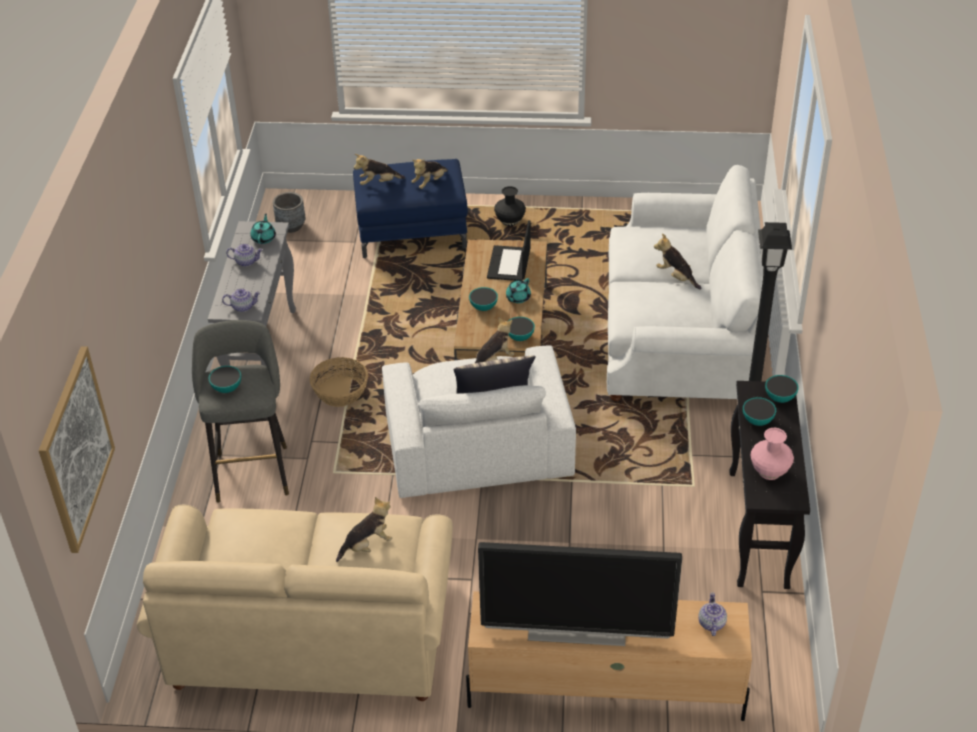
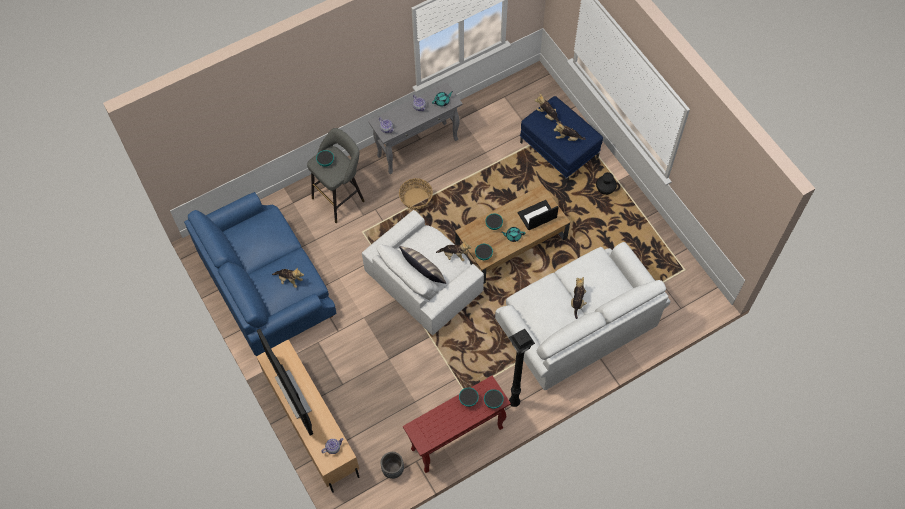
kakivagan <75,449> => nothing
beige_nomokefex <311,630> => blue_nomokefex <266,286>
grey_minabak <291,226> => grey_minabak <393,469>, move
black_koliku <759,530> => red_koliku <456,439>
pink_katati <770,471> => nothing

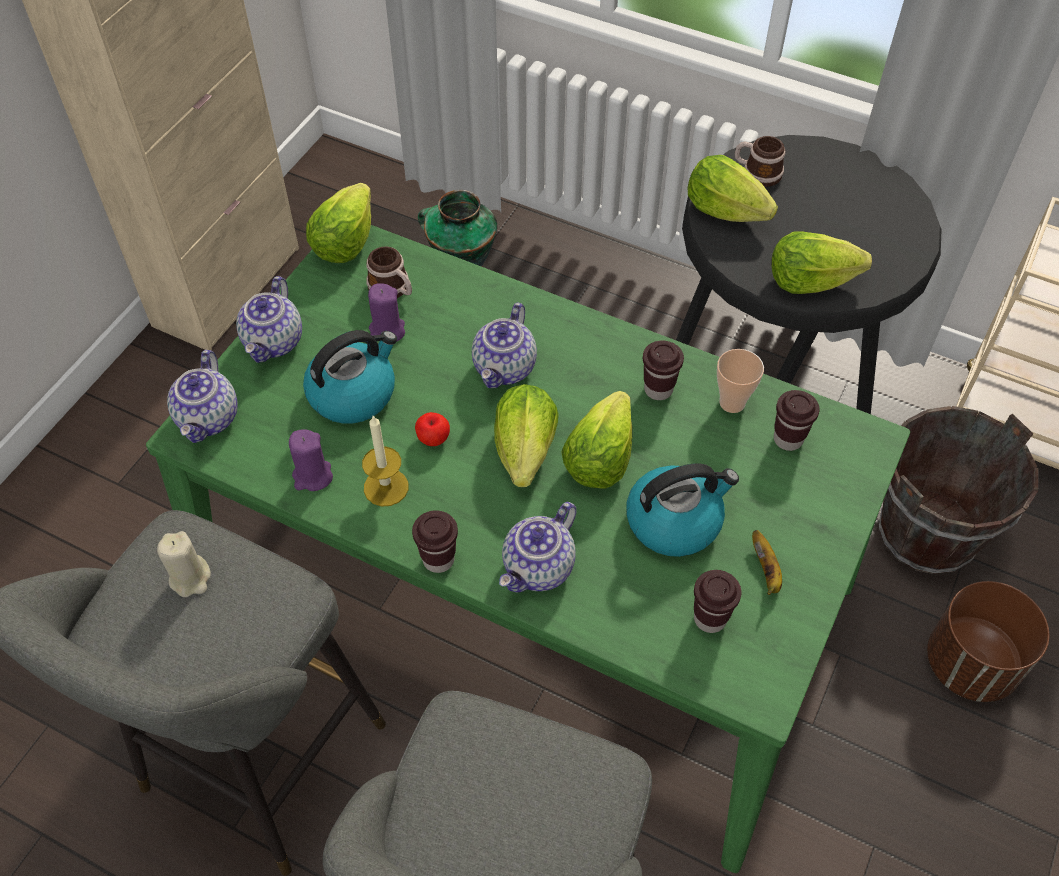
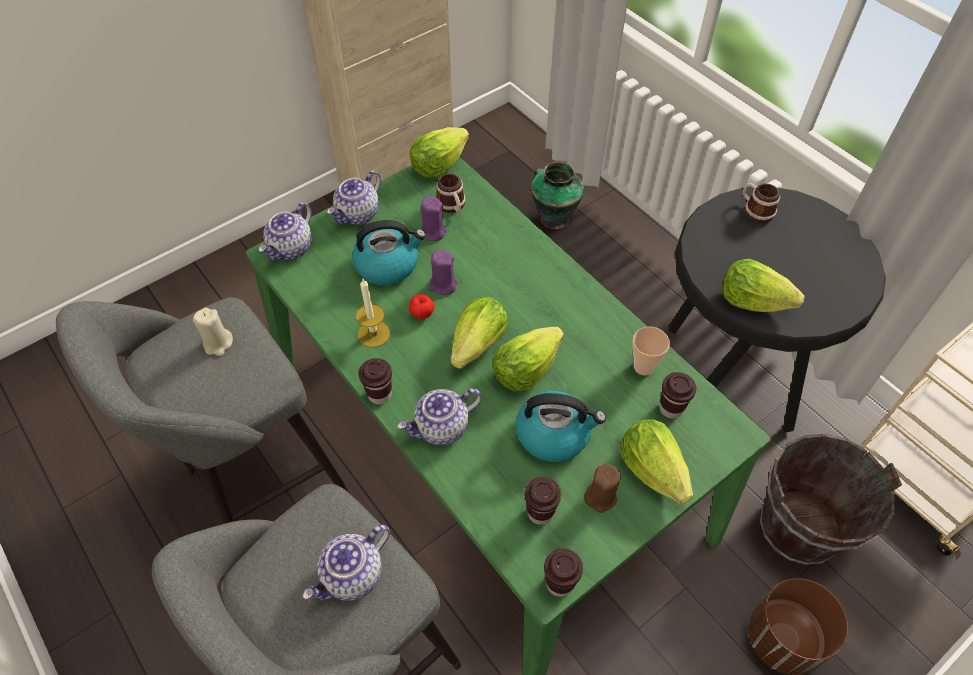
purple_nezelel <312,476> => purple_nezelel <443,285>, move
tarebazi <505,368> => tarebazi <353,576>, move
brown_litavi <658,389> => brown_litavi <559,583>, move
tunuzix <725,210> => tunuzix <652,469>, move
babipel <766,571> => brown_nezelel <600,496>

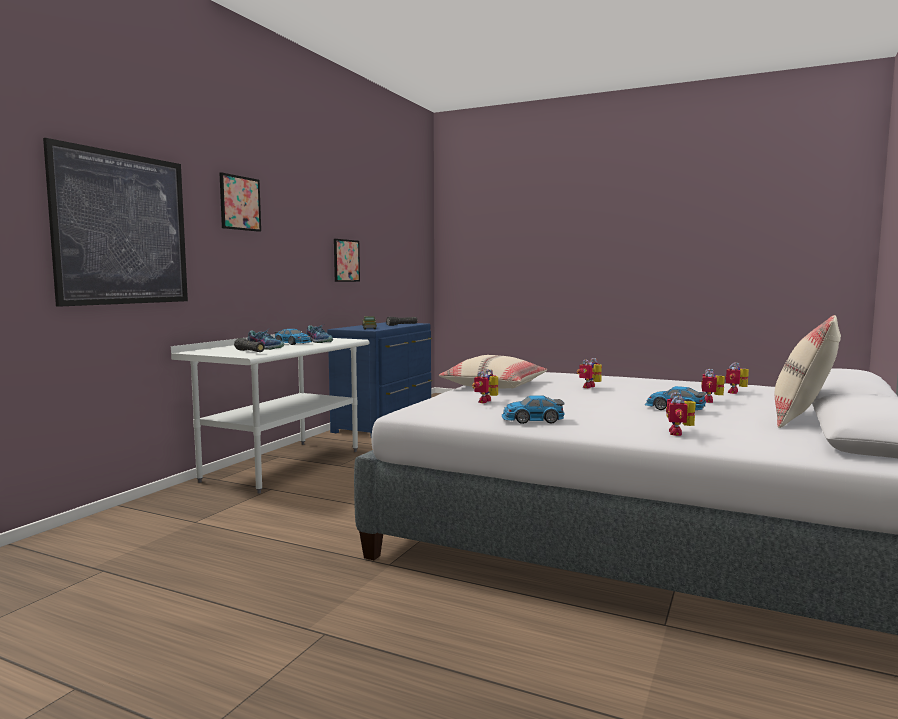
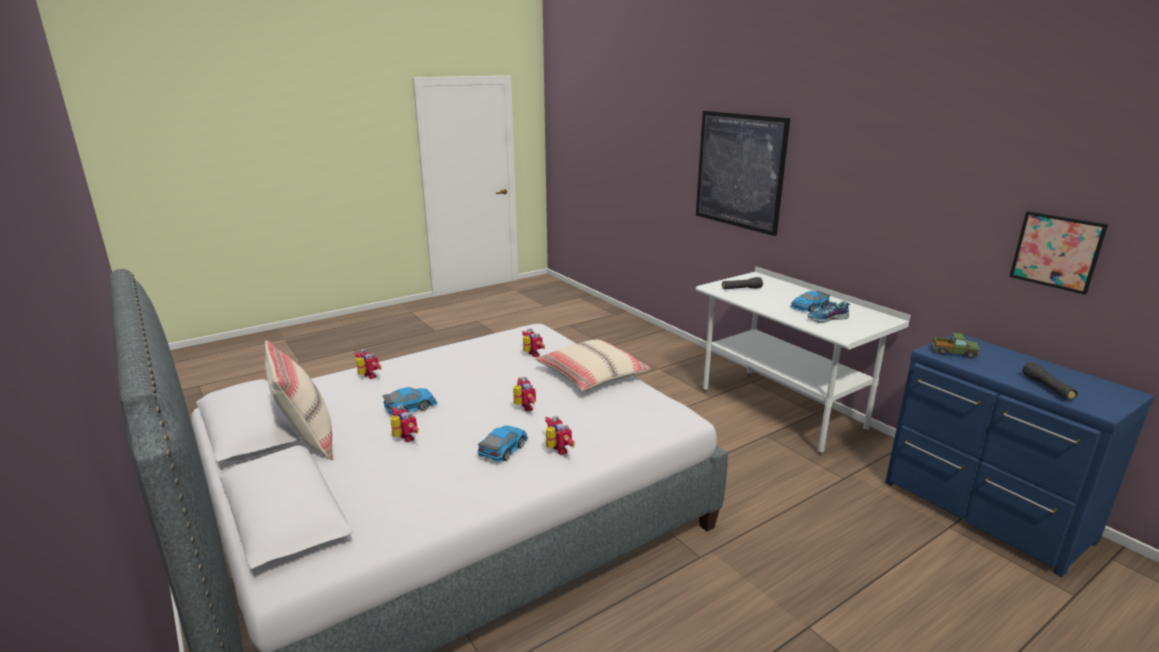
kakivagan <240,203> => nothing
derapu <265,348> => nothing
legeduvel <532,420> => legeduvel <503,449>, move
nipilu <736,392> => nipilu <556,450>, move

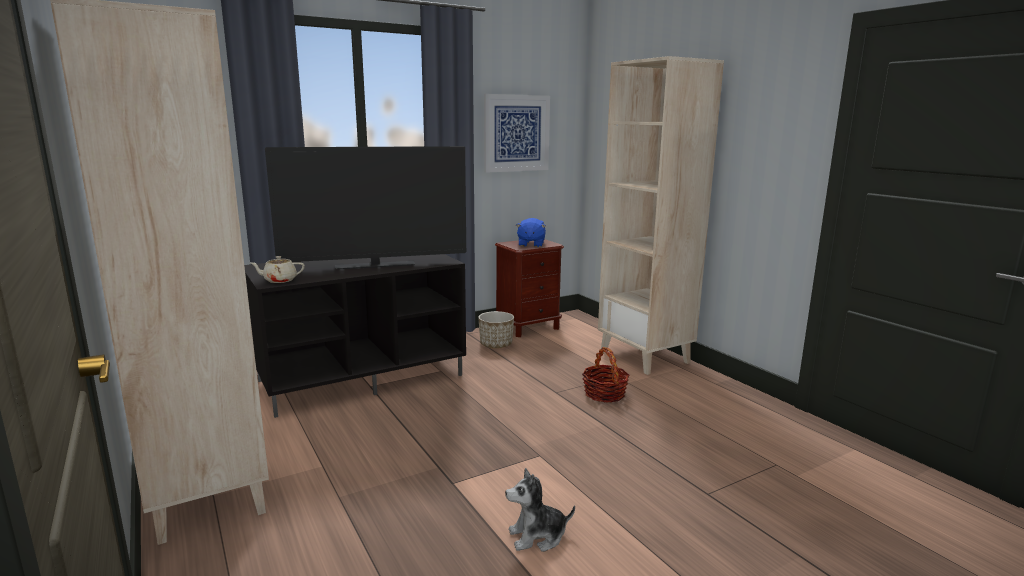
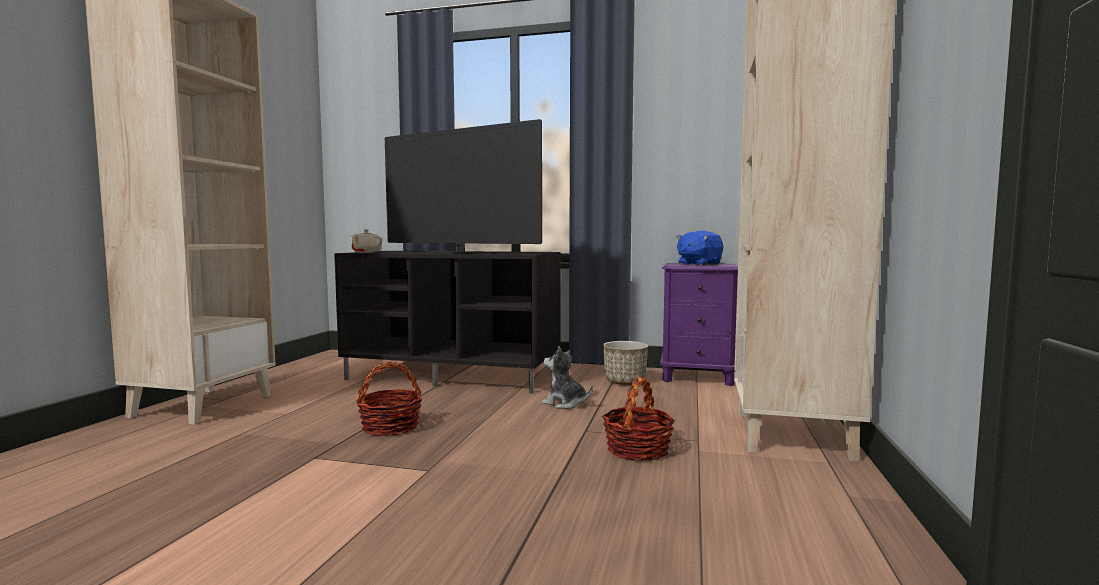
kakivagan <516,133> => nothing
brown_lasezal <529,327> => purple_lasezal <698,377>
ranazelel <537,536> => ranazelel <565,404>, move
nothing => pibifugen <390,427>

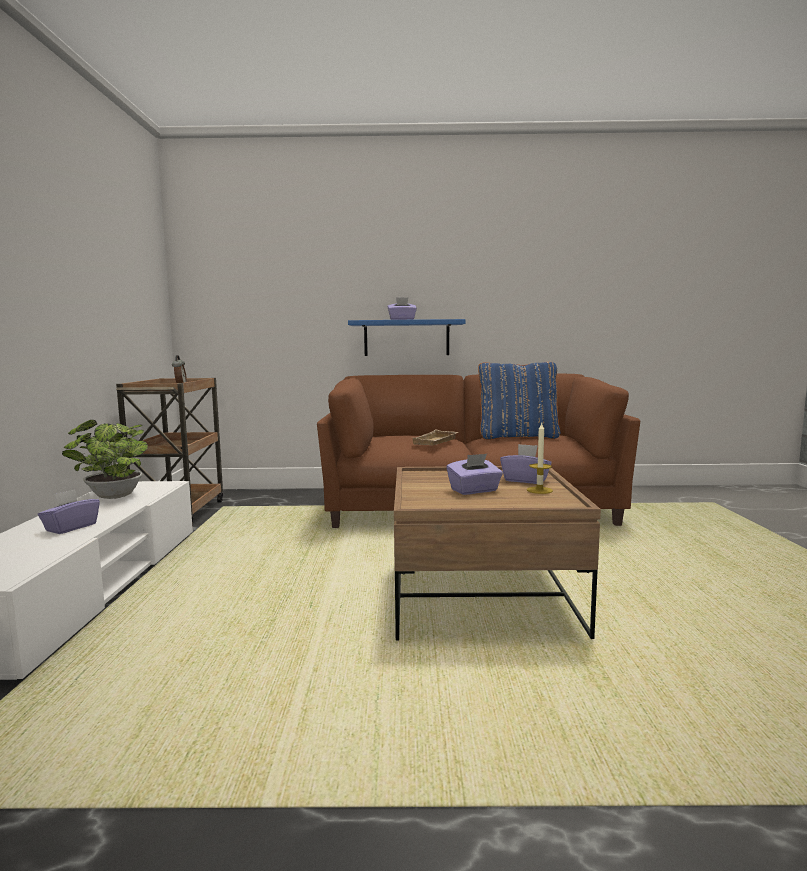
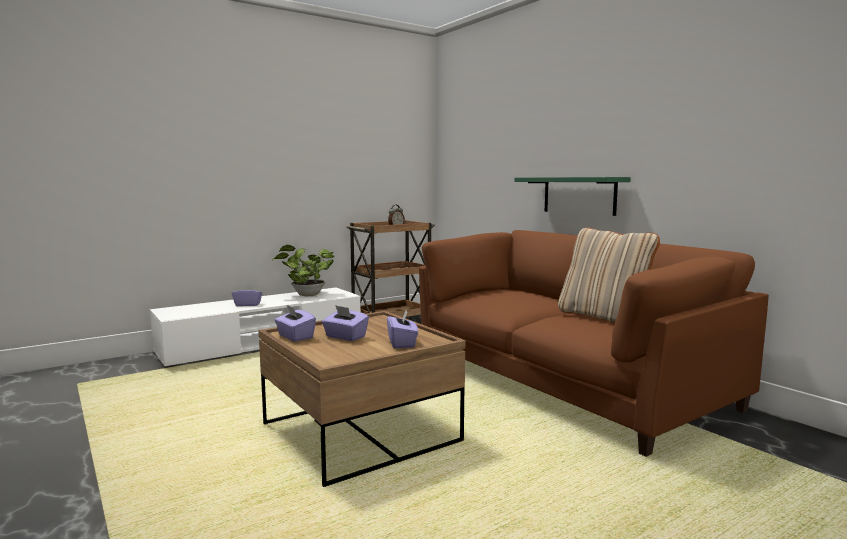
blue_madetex <406,338> => green_madetex <579,195>
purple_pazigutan <402,320> => purple_pazigutan <295,337>, move
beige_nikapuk <436,442> => nothing
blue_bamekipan <518,437> => beige_bamekipan <603,317>
nezelel <539,490> => nothing

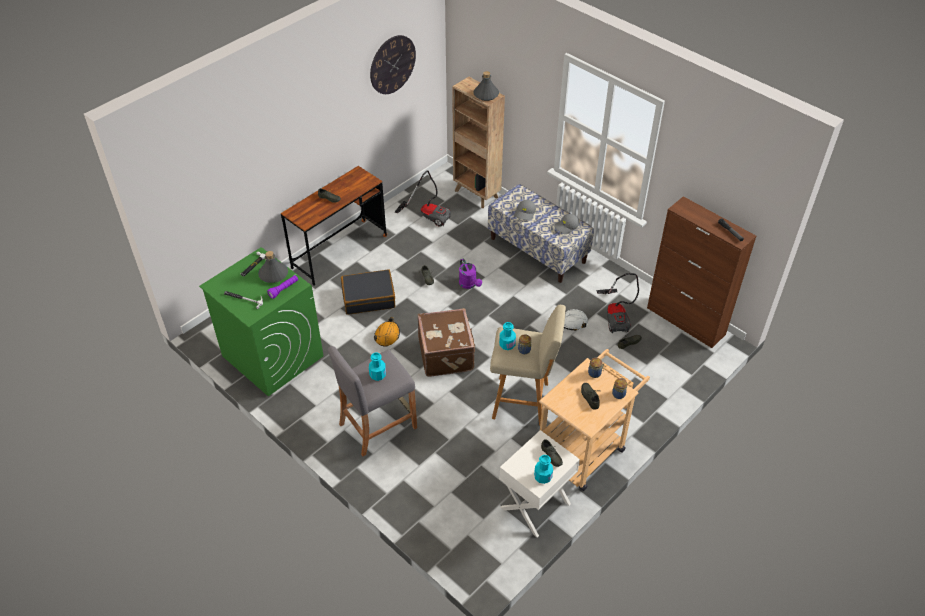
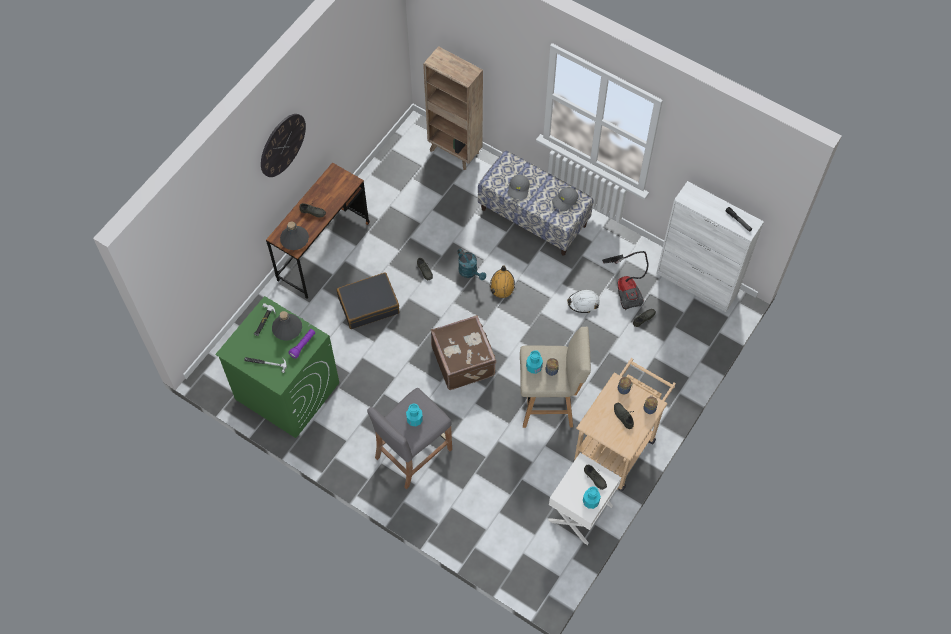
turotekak <392,64> => turotekak <282,145>, move
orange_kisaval <387,335> => orange_kisaval <502,285>, move
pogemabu <428,215> => nothing
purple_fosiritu <469,284> => turquoise_fosiritu <470,272>
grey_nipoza <486,95> => grey_nipoza <294,239>, move
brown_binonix <686,321> => white_binonix <697,284>

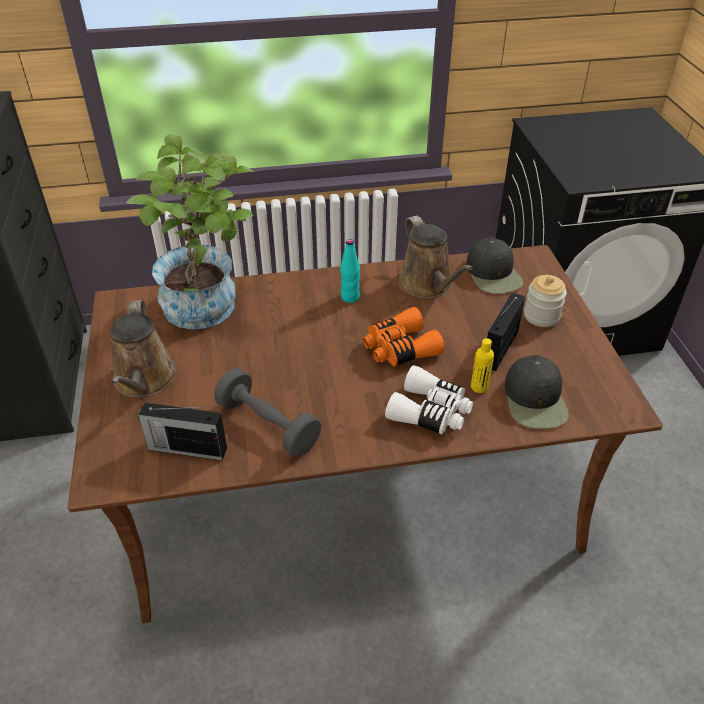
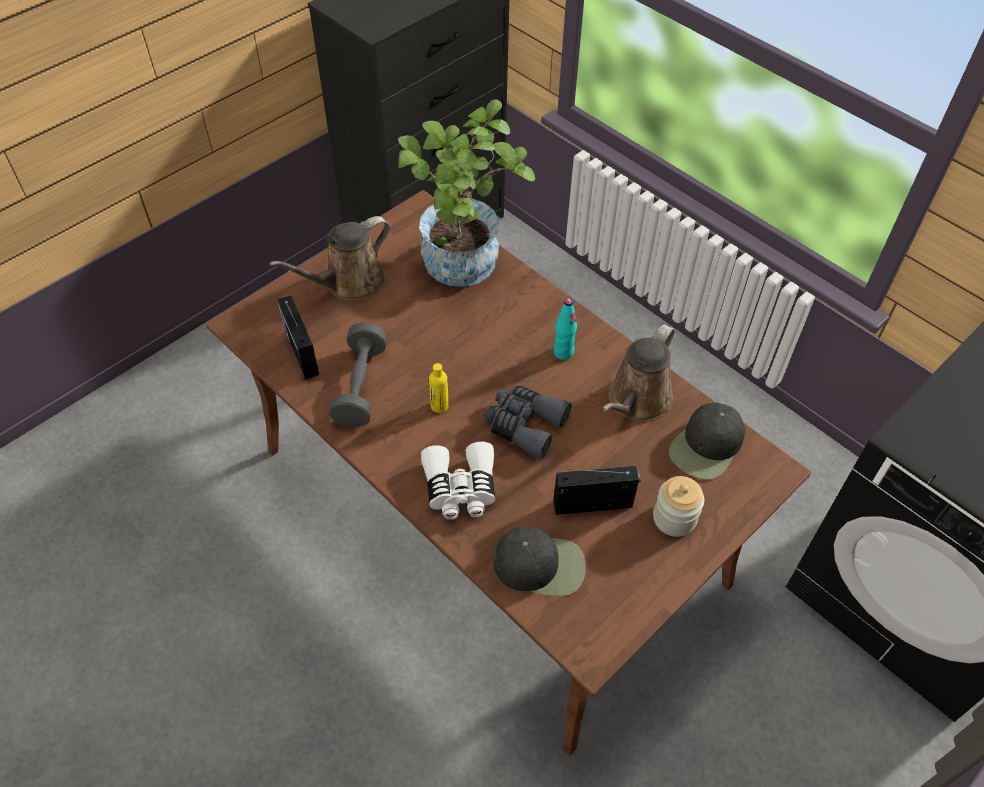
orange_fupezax <399,348> => grey_fupezax <524,425>
yellow_nipoza <479,387> => yellow_nipoza <439,406>, move
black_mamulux <535,400> => black_mamulux <540,565>, 135 degrees counterclockwise

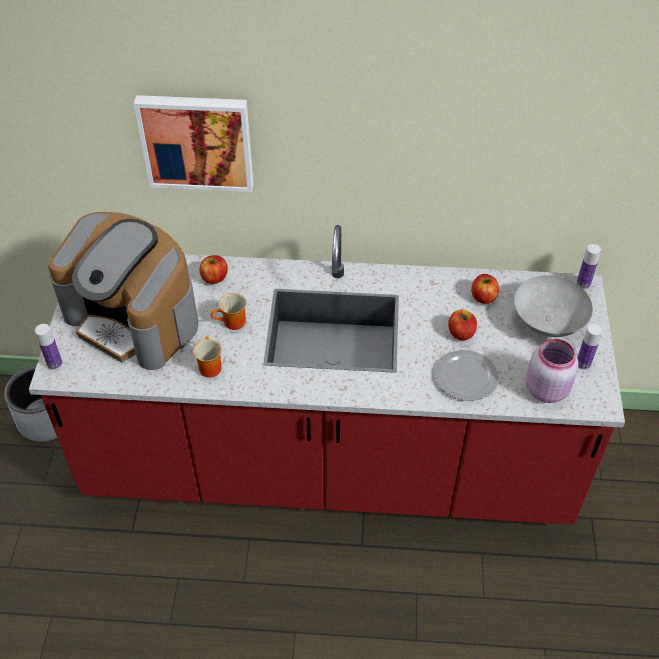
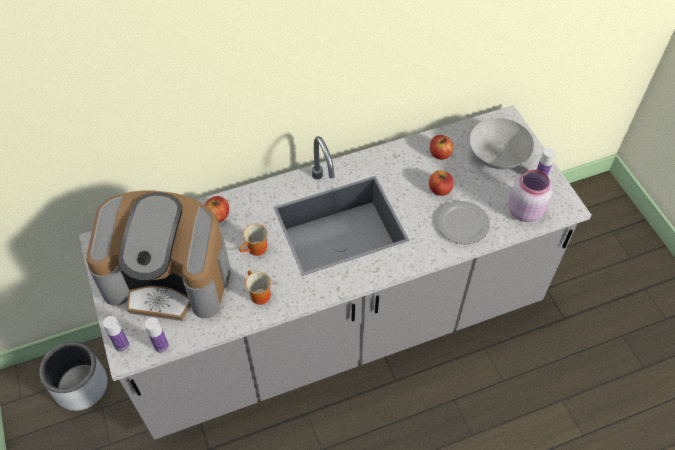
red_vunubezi <329,462> => grey_vunubezi <337,325>
kakivagan <197,141> => nothing
nipoza <583,284> => nipoza <161,346>, move

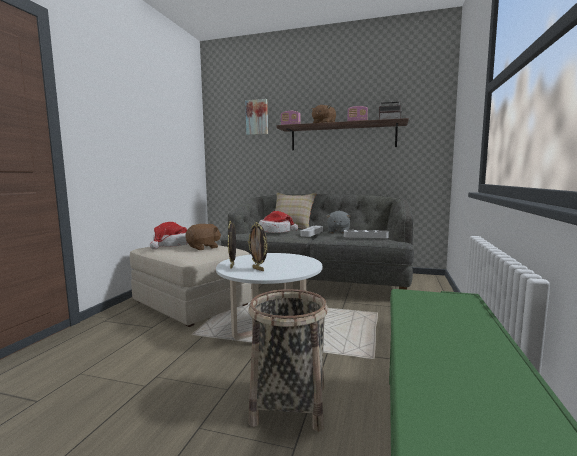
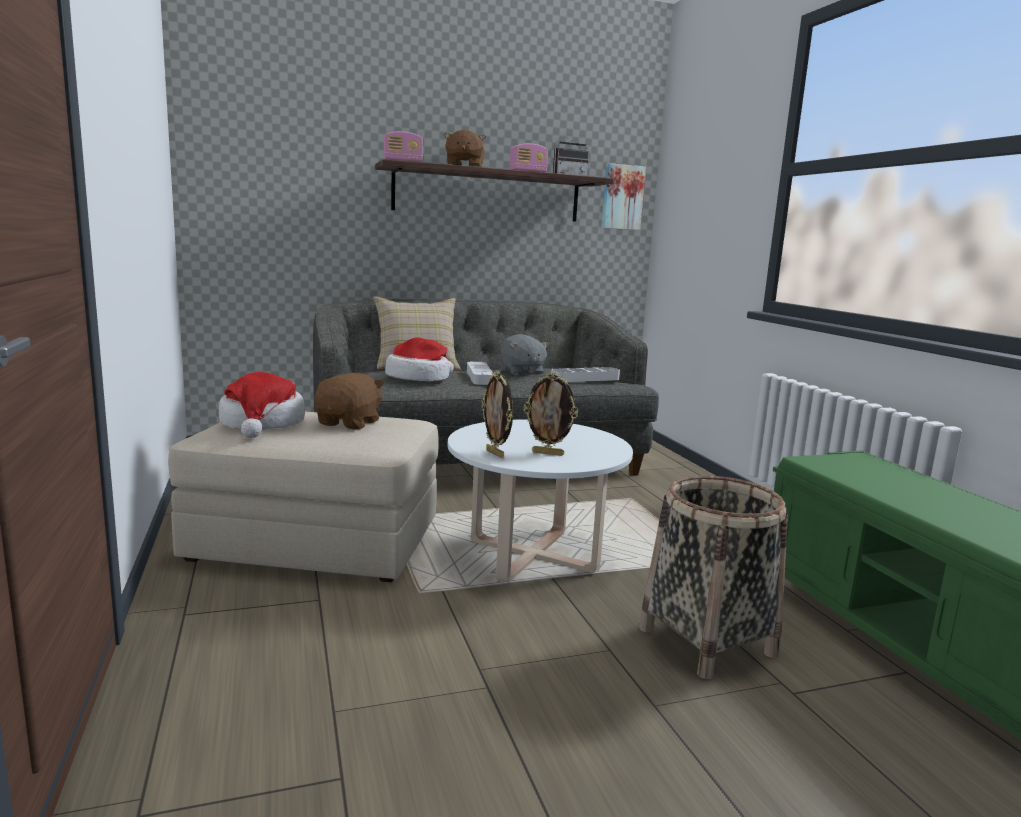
kakivagan <257,117> => kakivagan <622,197>, move

